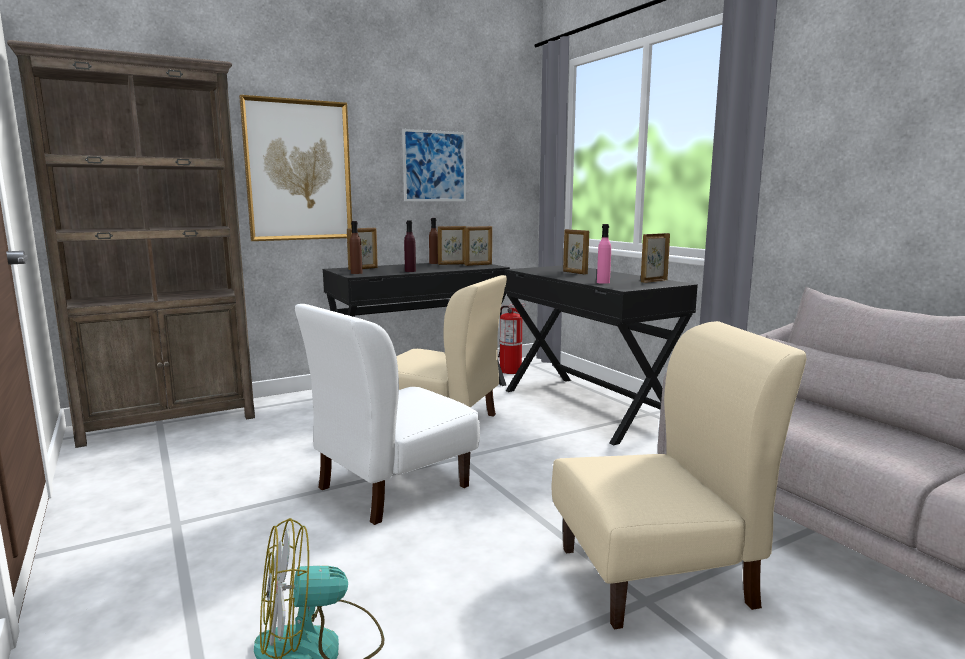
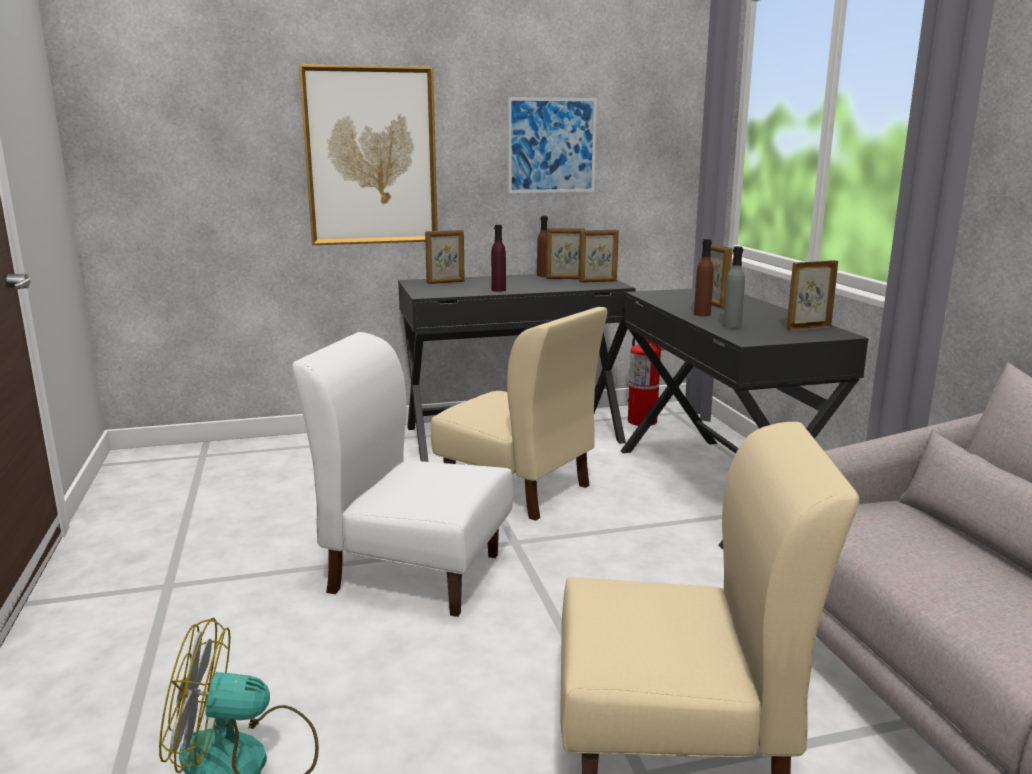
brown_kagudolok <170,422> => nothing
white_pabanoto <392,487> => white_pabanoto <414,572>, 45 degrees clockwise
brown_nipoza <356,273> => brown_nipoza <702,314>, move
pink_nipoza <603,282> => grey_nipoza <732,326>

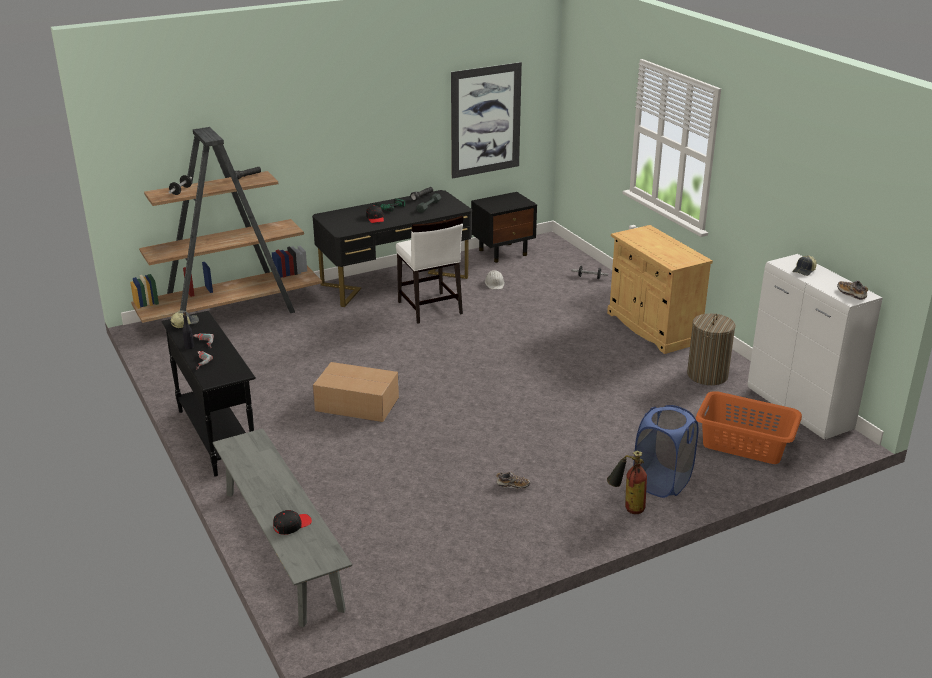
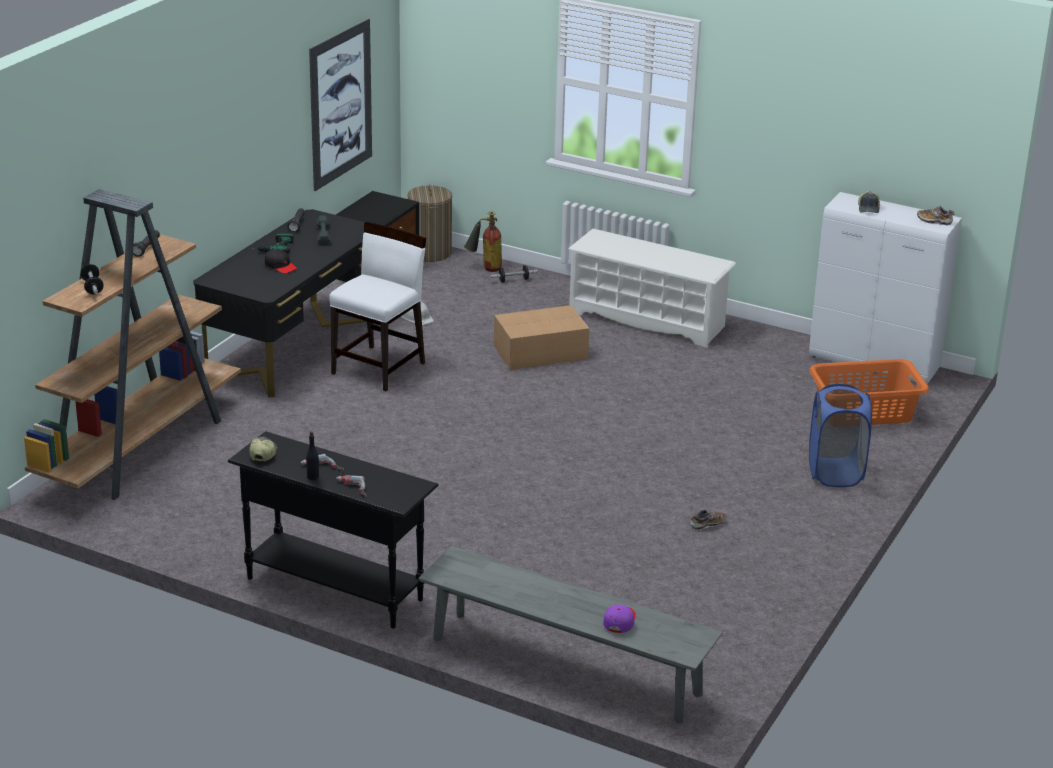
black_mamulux <292,525> => purple_mamulux <619,621>
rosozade <356,403> => rosozade <539,352>, move
white_pabanoto <429,308> => white_pabanoto <379,368>, 90 degrees counterclockwise
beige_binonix <653,328> => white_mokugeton <648,319>
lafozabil <627,506> => lafozabil <485,269>, move
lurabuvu <707,375> => lurabuvu <430,253>, move

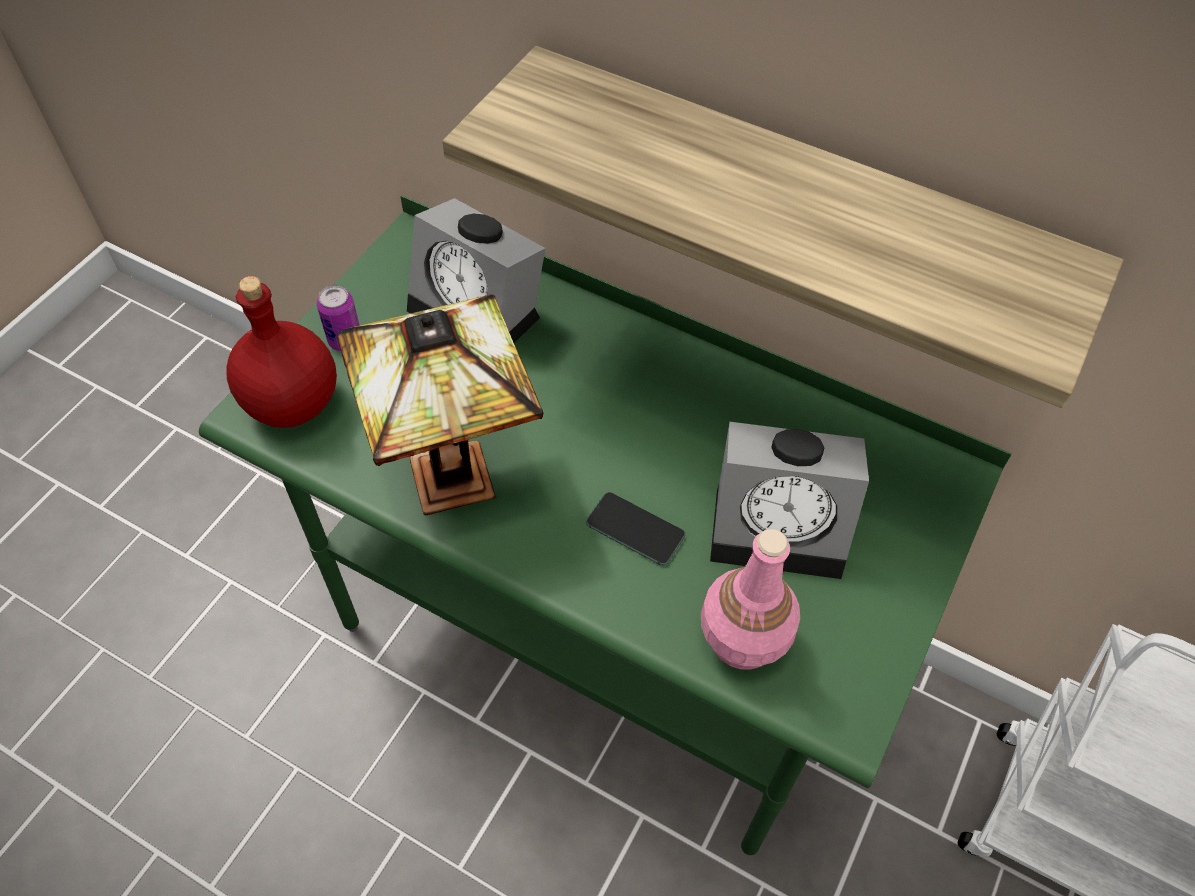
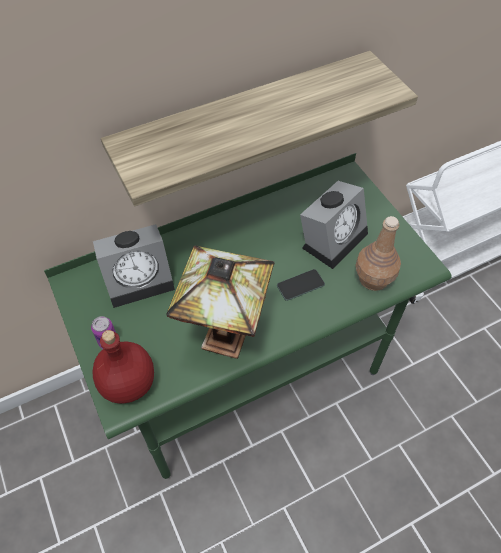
pink_nipoza <741,639> => brown_nipoza <373,279>

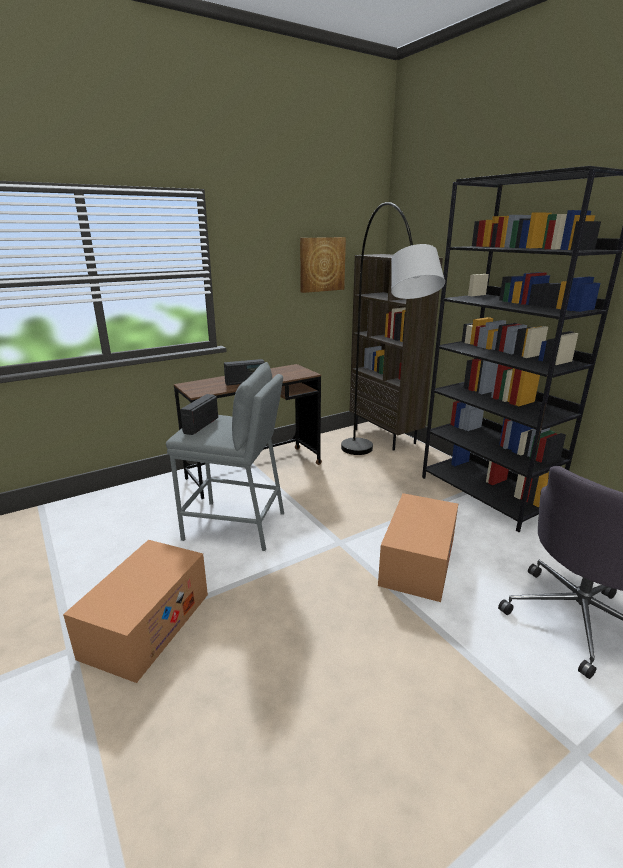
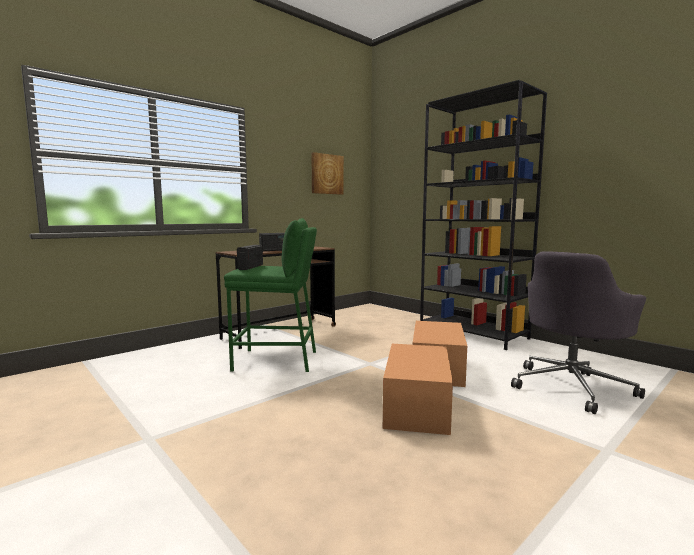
rosozade <146,625> => rosozade <416,406>, move
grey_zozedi <235,526> => green_zozedi <276,360>
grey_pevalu <377,476> => nothing
brown_kagudolok <385,436> => nothing

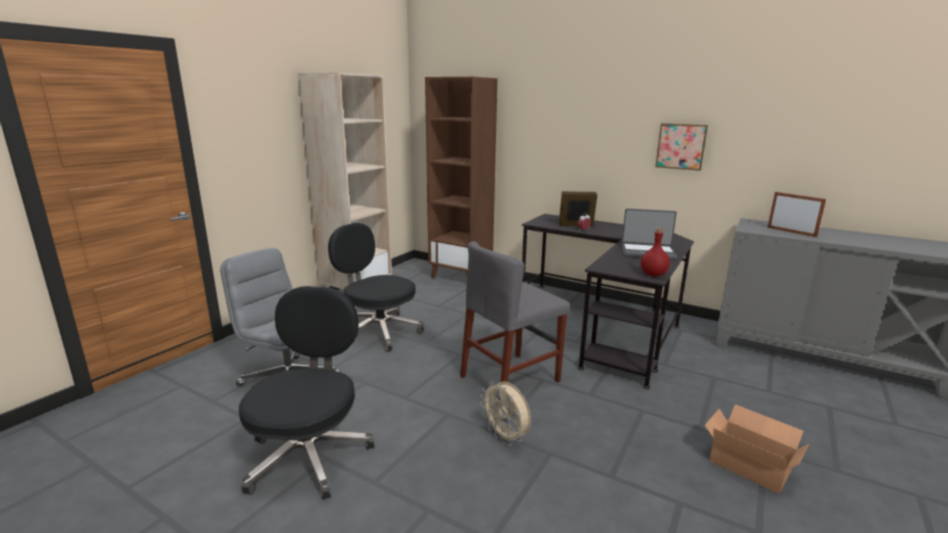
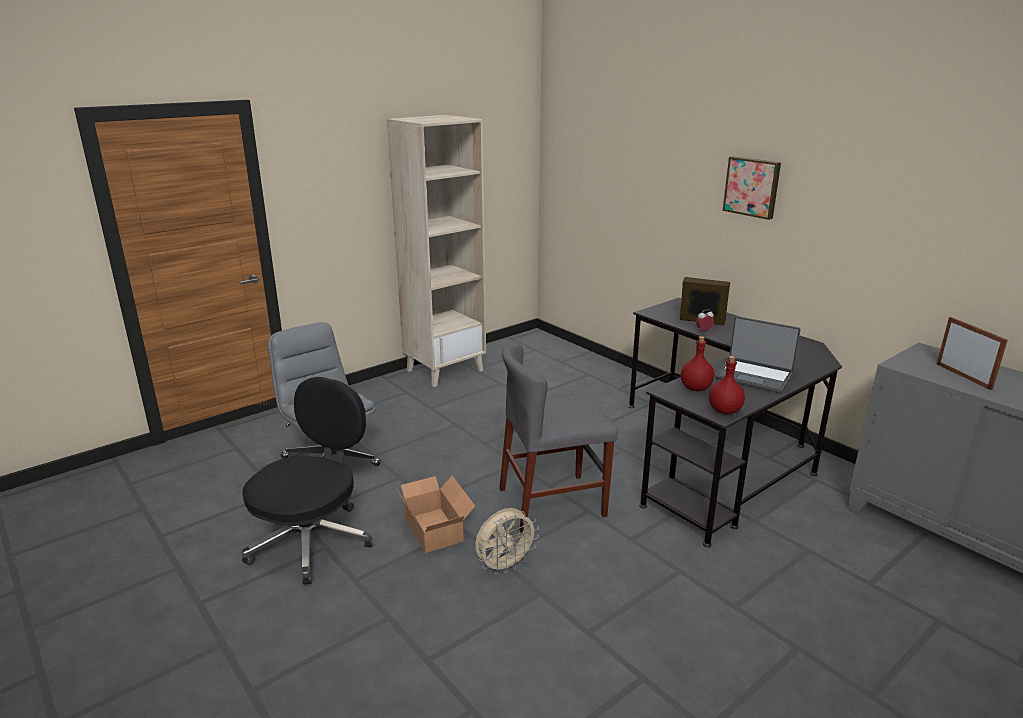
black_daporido <378,332> => nothing
brown_kagudolok <461,276> => nothing
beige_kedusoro <506,437> => beige_kedusoro <505,566>, 105 degrees counterclockwise
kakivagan <681,146> => kakivagan <752,187>, move
rosozade <748,463> => rosozade <435,528>, move
nothing => red_nipoza <695,388>

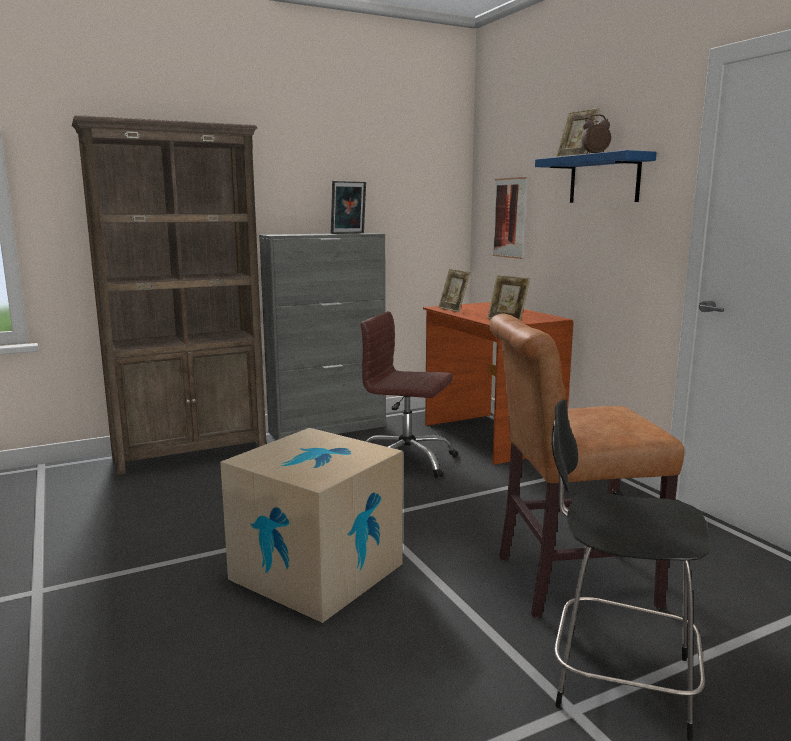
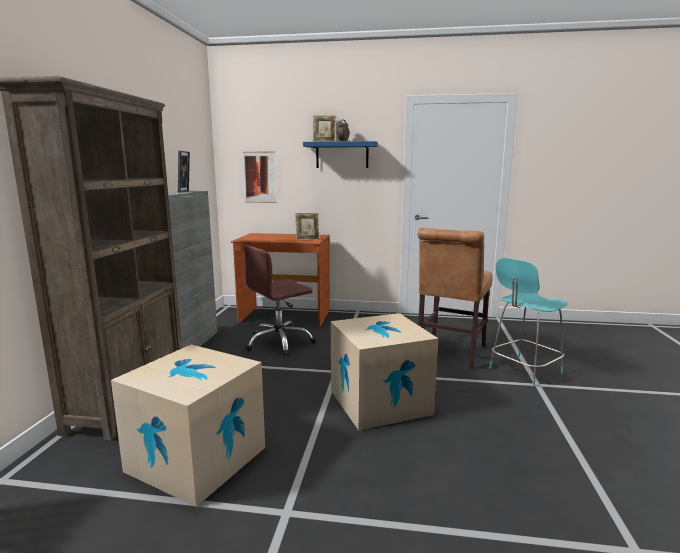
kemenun <453,309> => nothing
black_pabanoto <617,680> => turquoise_pabanoto <523,371>
nothing => rosozade <197,459>

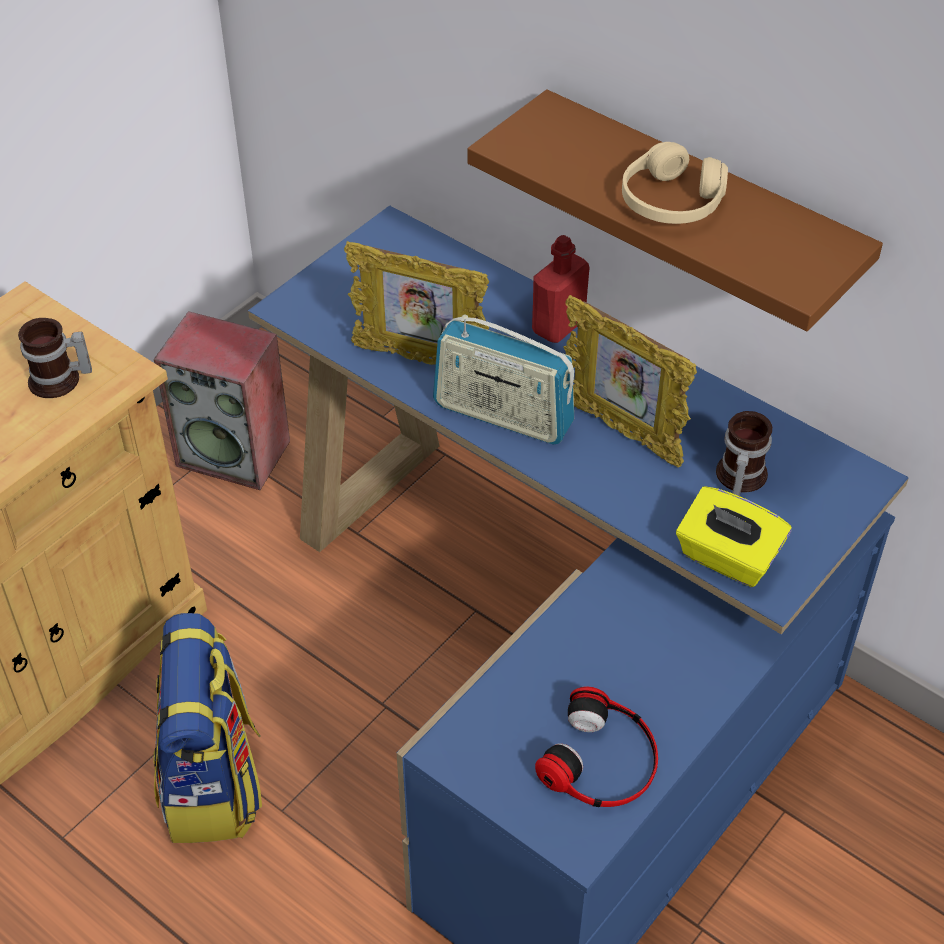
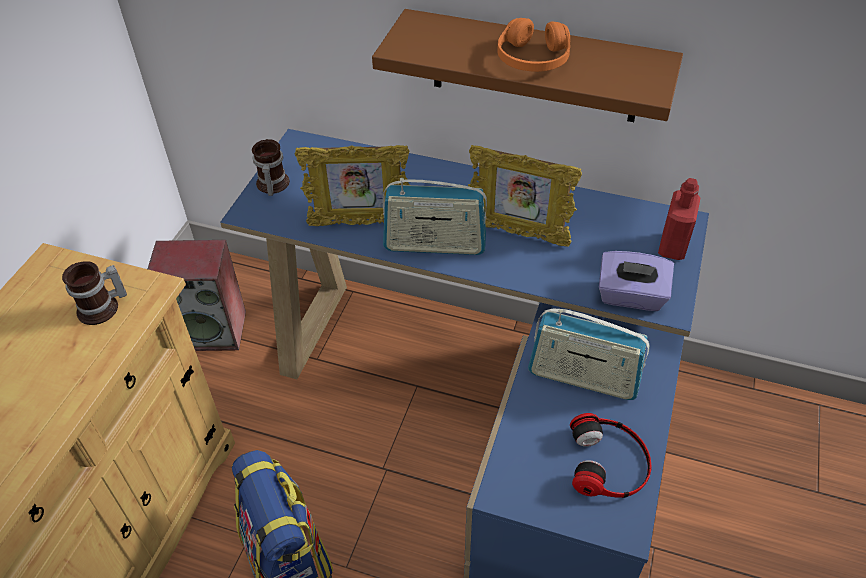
red_nipoza <558,326> => red_nipoza <672,246>, move
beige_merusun <671,201> => orange_merusun <532,58>
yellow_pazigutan <727,558> => purple_pazigutan <631,296>
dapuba <738,477> => dapuba <271,185>, move
nothing => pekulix <583,378>

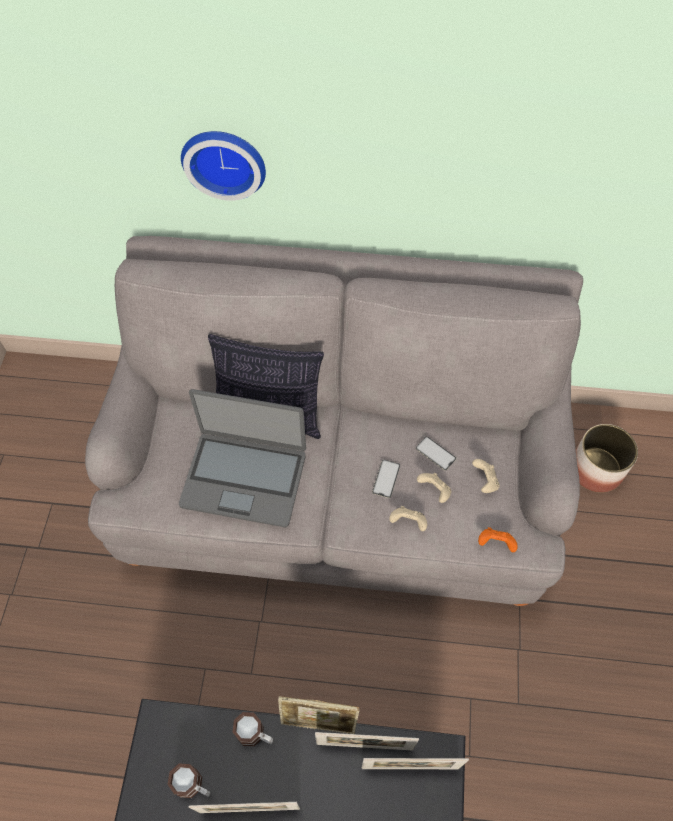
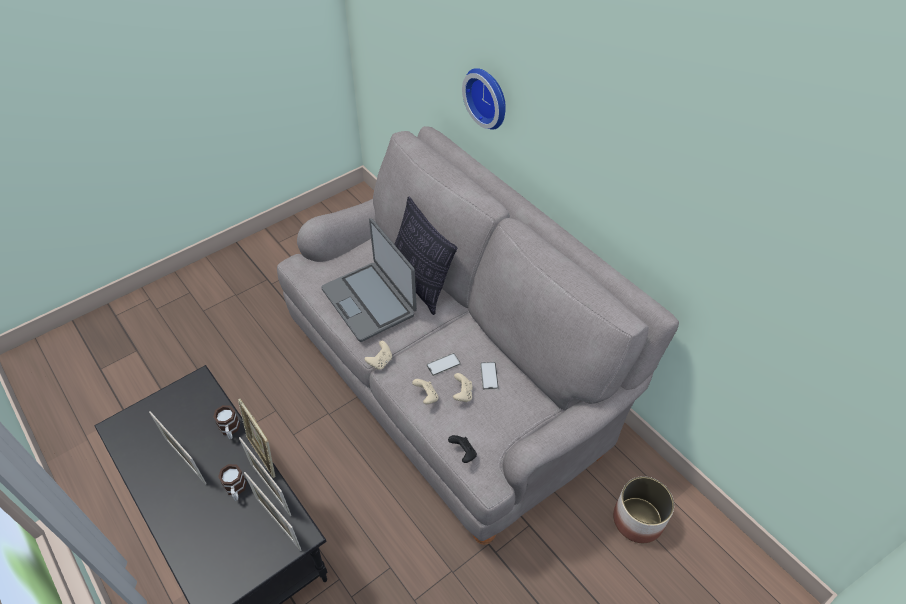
dapuba <193,785> => dapuba <236,490>, move
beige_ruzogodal <485,481> => beige_ruzogodal <380,361>, move
orange_ruzogodal <495,543> => black_ruzogodal <463,453>

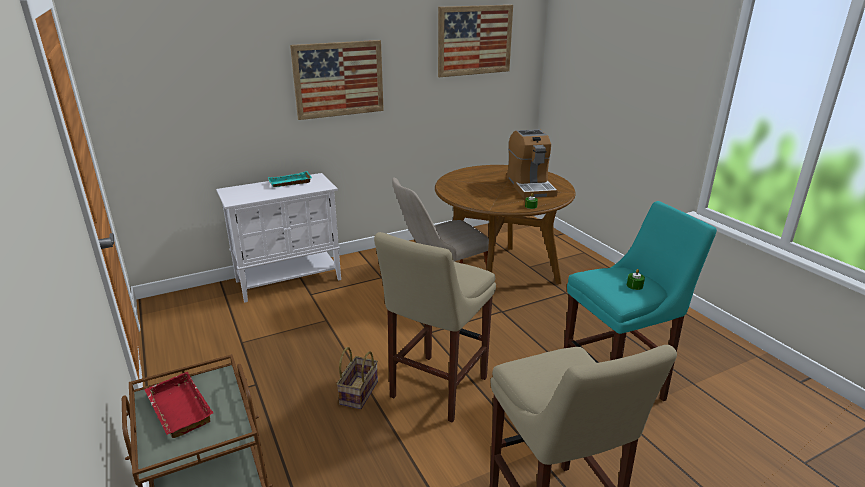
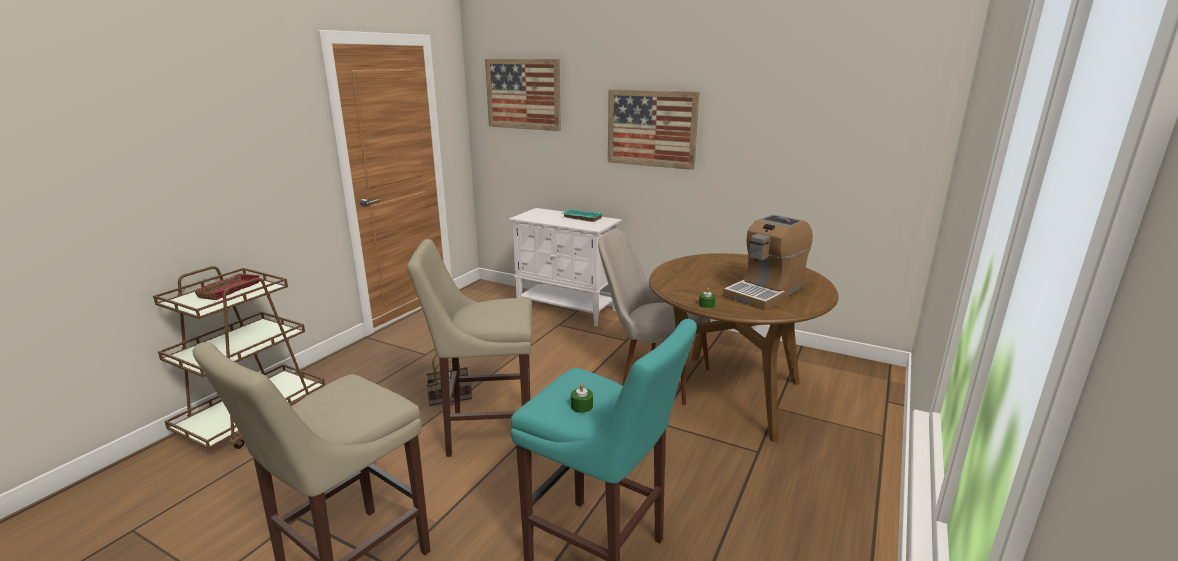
kakivagan <475,40> => kakivagan <523,94>, move

